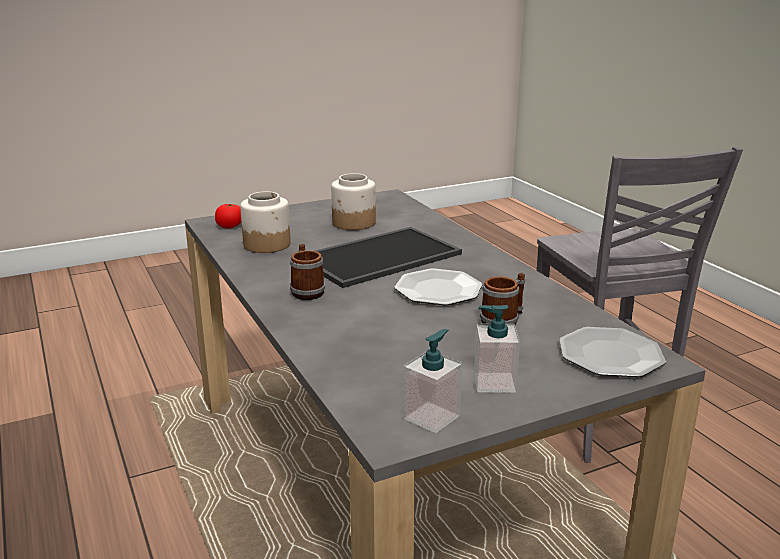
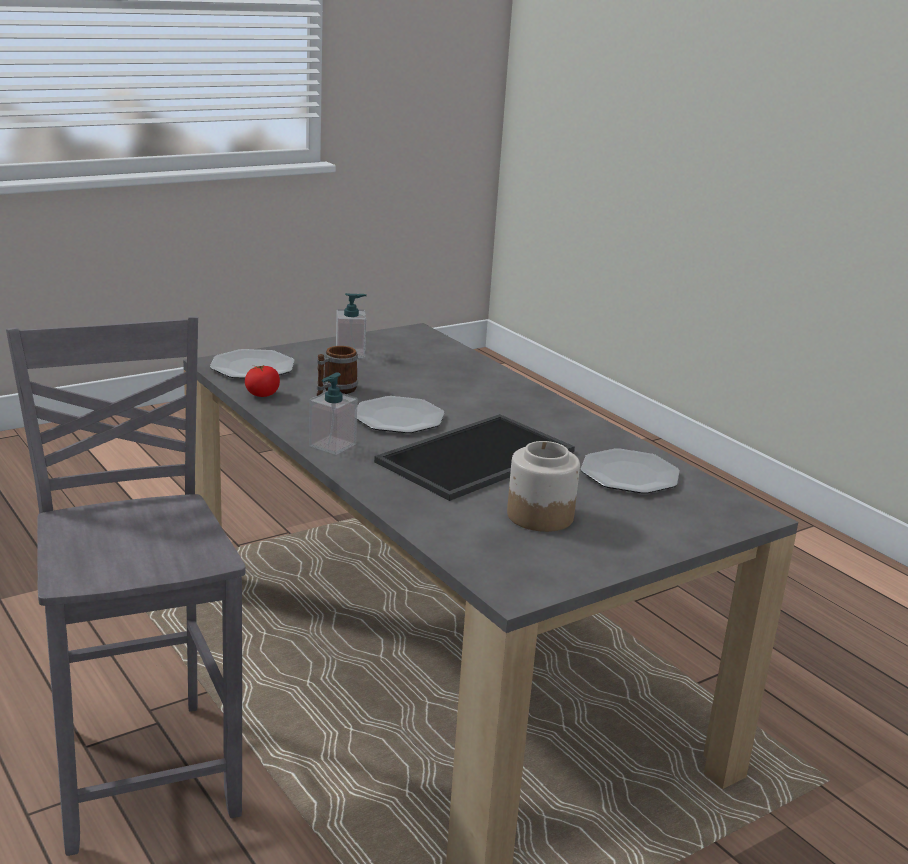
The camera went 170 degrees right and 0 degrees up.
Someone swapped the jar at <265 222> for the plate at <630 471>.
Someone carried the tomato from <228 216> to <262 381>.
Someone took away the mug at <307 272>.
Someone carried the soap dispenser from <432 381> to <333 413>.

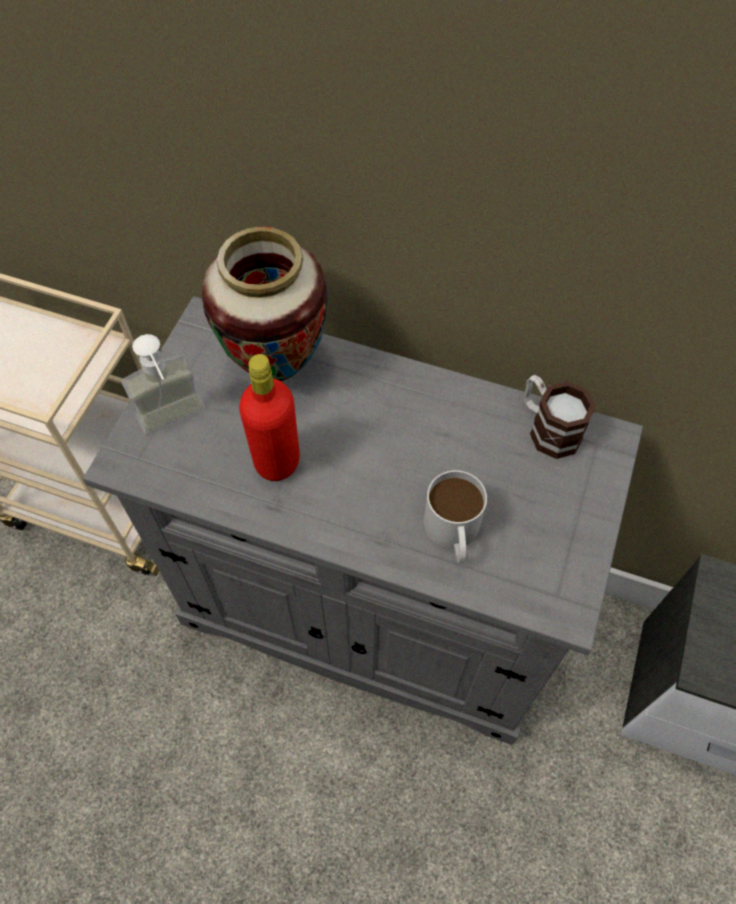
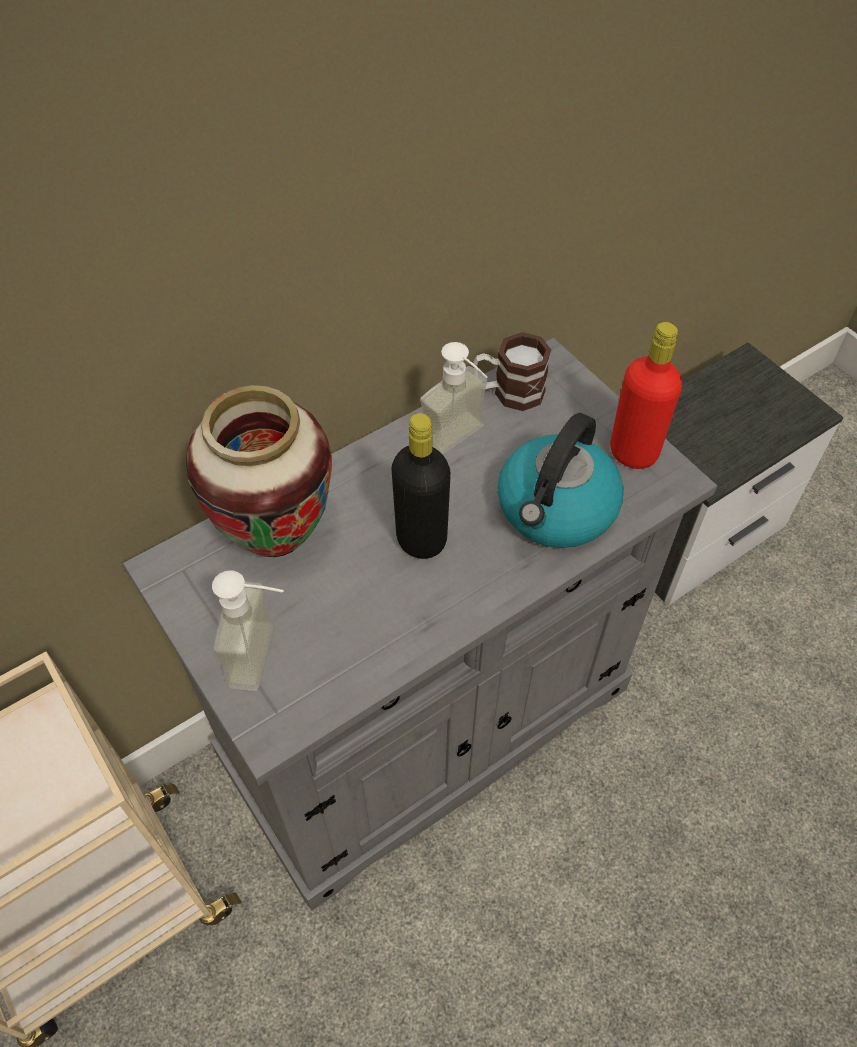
The camera went 55 degrees left and 5 degrees down.
Someone carried the reddish bottle from <269 417> to <646 395>.
Someone swapped the whitish mug at <455 516> for the tea kettle at <560 480>.
Someone put down the soap dispenser at <454 398>.
Someone put down the black bottle at <421 486>.

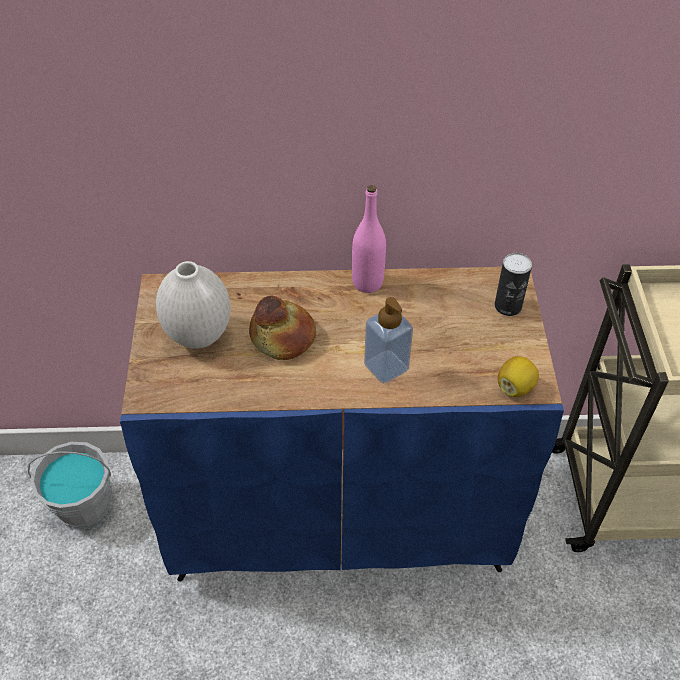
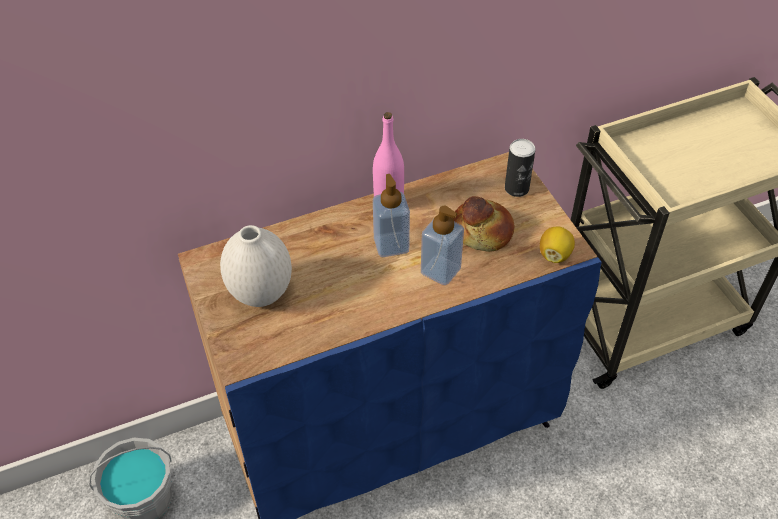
The camera went 20 degrees left and 0 degrees up.
Someone carried the bread from <282 327> to <483 224>.
Someone put down the soap dispenser at <391 215>.

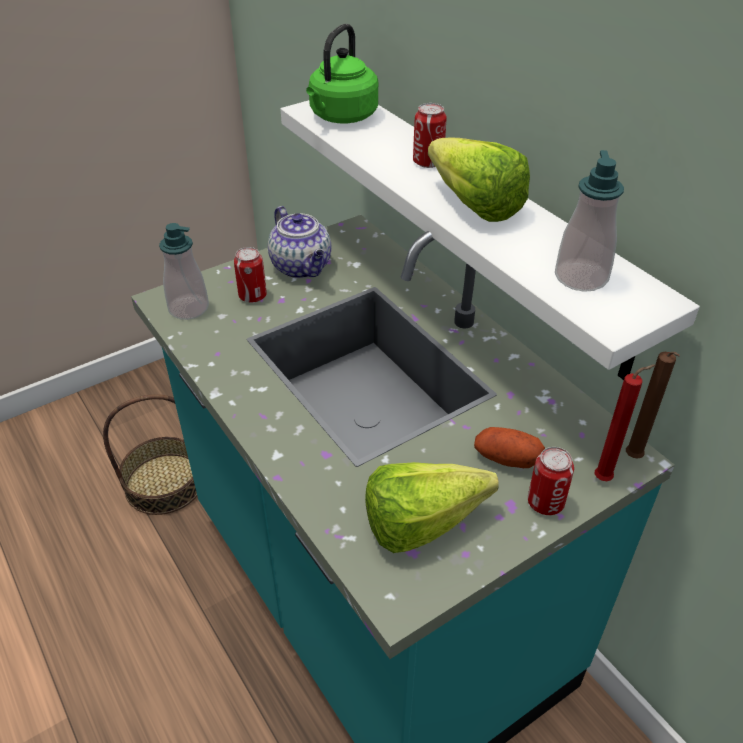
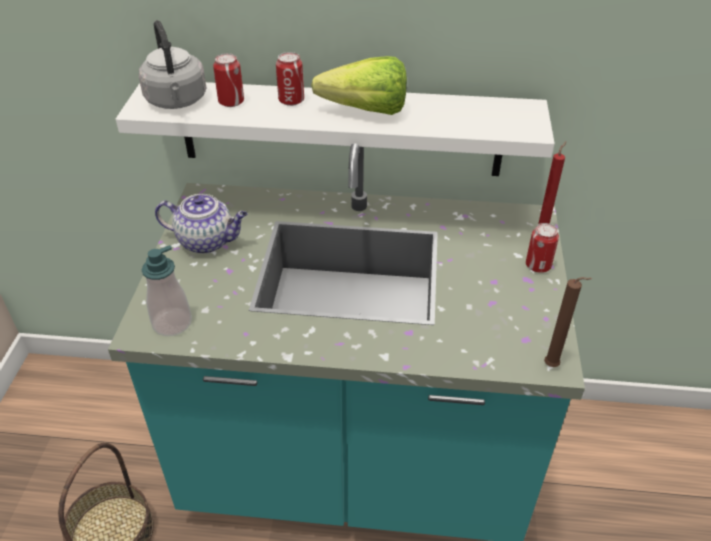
The camera went 50 degrees left and 0 degrees up.
Someone repainted the green tea kettle at <342 73>, which became the grey tea kettle at <172 64>.
Someone took away the soap dispenser at <589 221>.
Someone carried the can from <250 275> to <228 80>.
Someone carried the brown wax candle from <653 405> to <568 322>.
Someone took away the potato at <509 447>.
Someone took away the lettuce head at <432 507>.

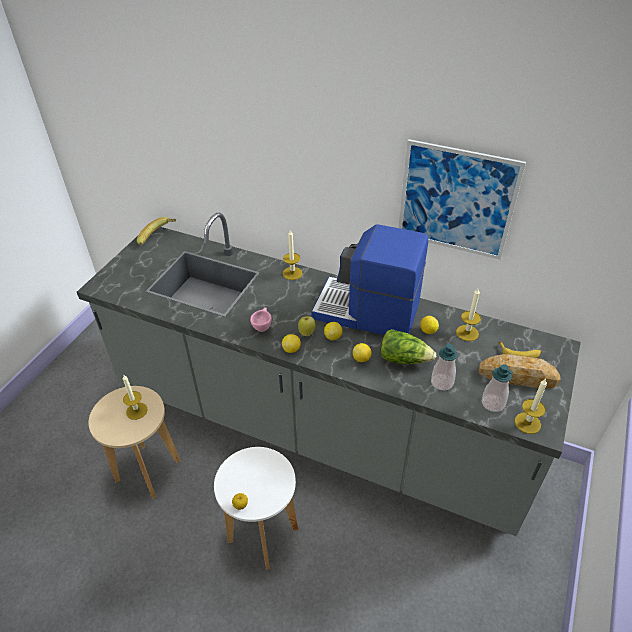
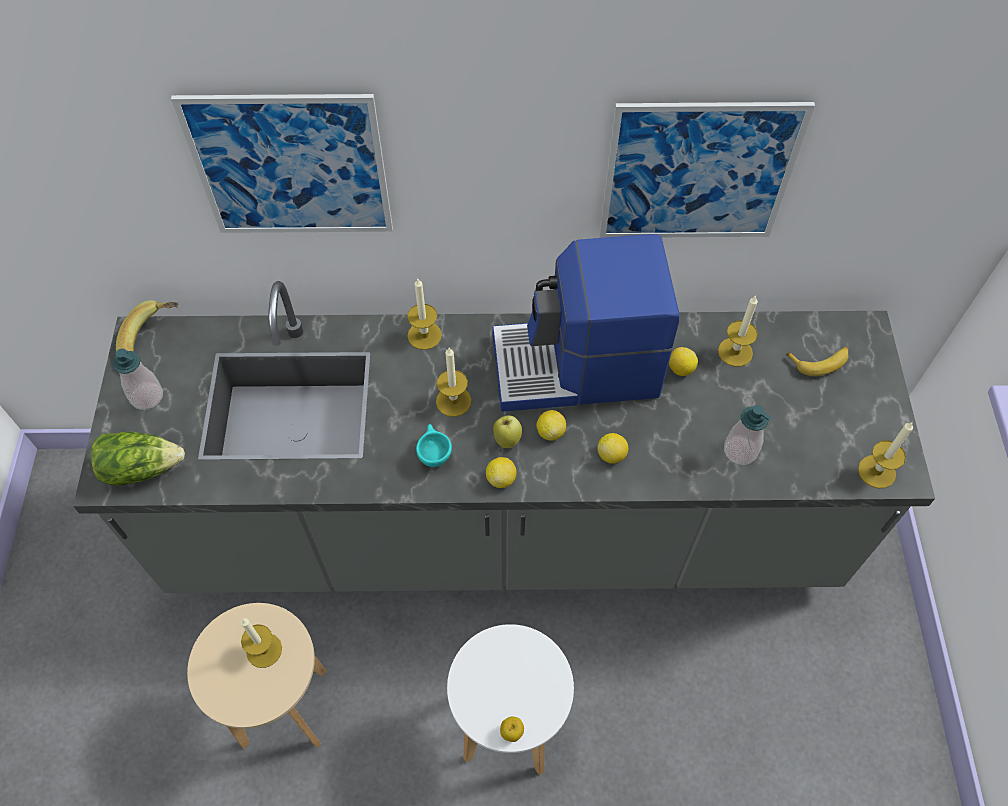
The camera went 25 degrees left and 15 degrees up.
Someone repainted the pink drinking cup at <261 319>, which became the turquoise-coloured drinking cup at <434 445>.
Someone carried the lettuce head from <408 346> to <138 458>.
Someone took away the bread at <520 371>.
Someone carried the soap dispenser from <498 388> to <138 379>.
Someone put up the picture at <282 163>.
Someone put down the wax candle at <454 382>.

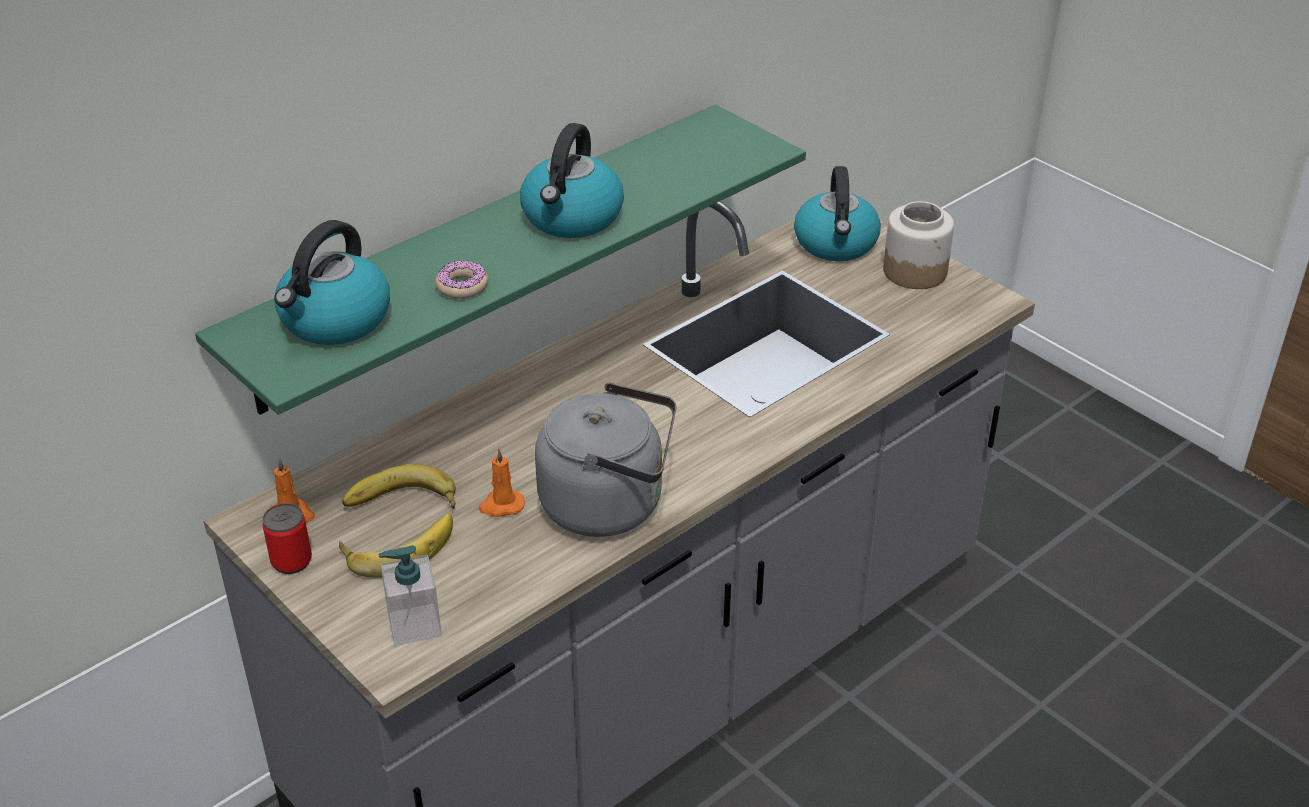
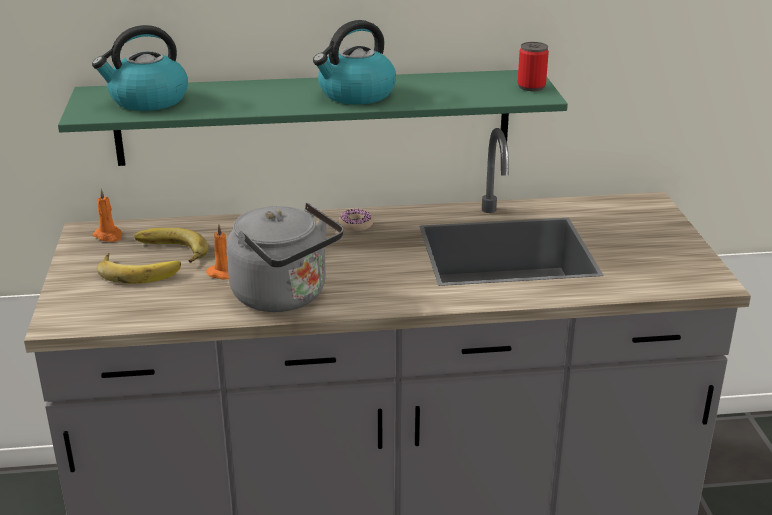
The camera went 35 degrees right and 10 degrees down.
Someone took away the tea kettle at <837 213>.
Someone took away the jar at <918 245>.
Someone carried the doughnut from <461 280> to <356 220>.
Someone carried the can from <287 538> to <533 66>.
Someone took away the soap dispenser at <410 595>.

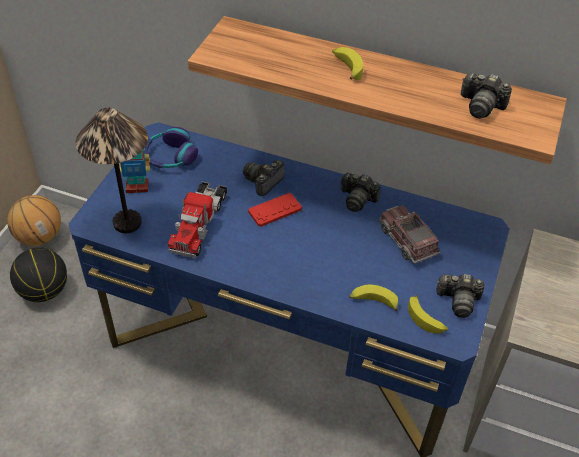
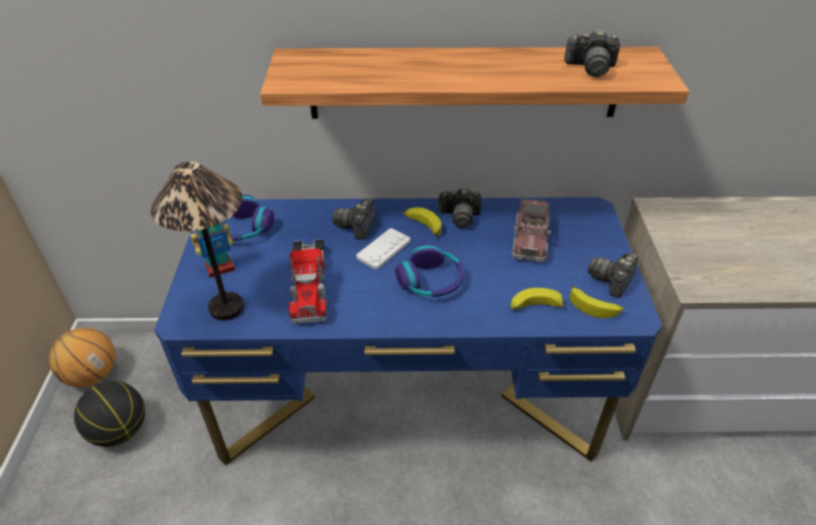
The camera went 20 degrees left and 5 degrees down.
Someone carried the whole banana from <347 63> to <422 221>.
Someone repainted the reddish game controller at <275 210>, which became the whitish game controller at <383 249>.
Someone rotated the toy truck at <409 234> by 120 degrees counterclockwise.
Someone rotated the photo camera at <460 296> by 135 degrees clockwise.
Someone put down the pair of headphones at <430 270>.

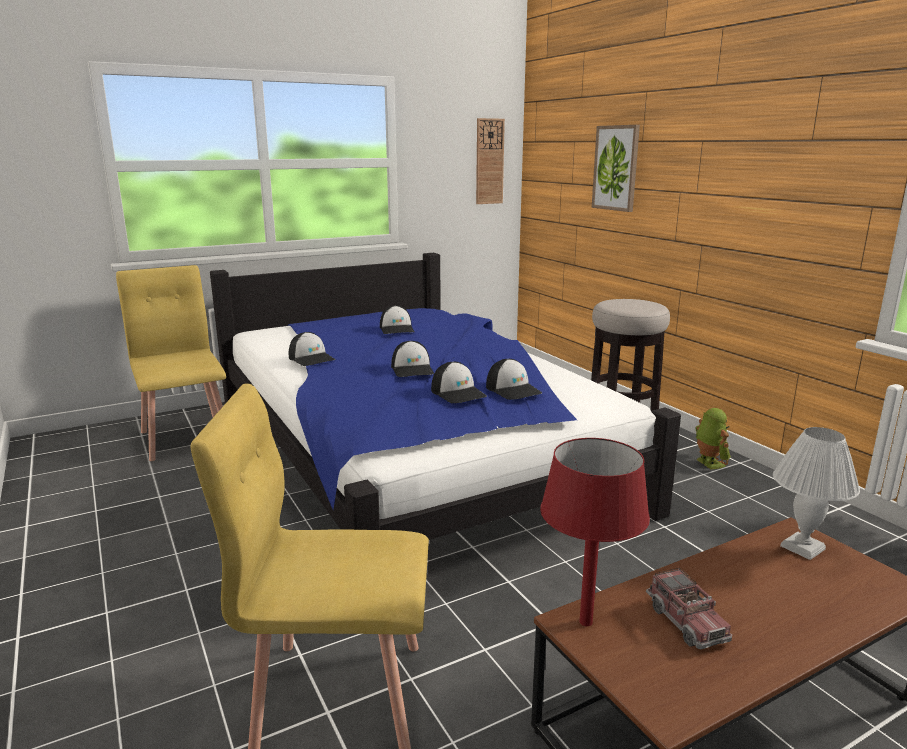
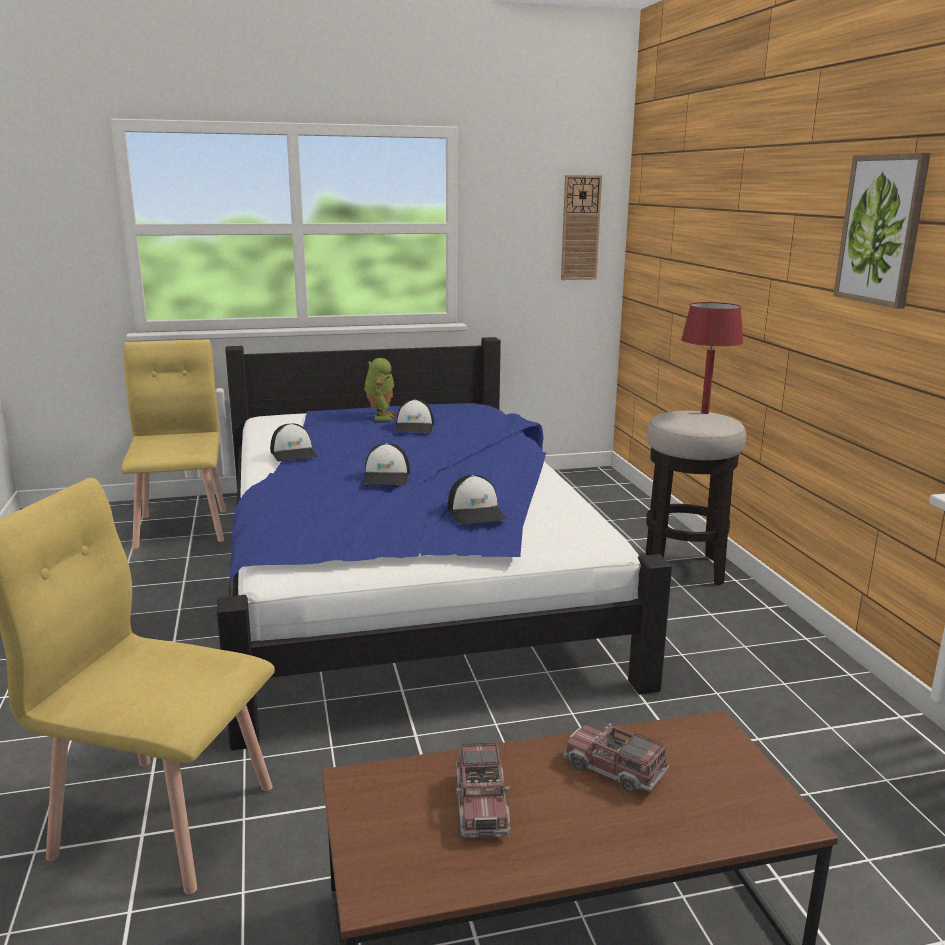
The camera went 15 degrees right and 0 degrees up.
Someone carried the picture from <616 168> to <882 231>.
Someone took away the cap at <459 382>.
Someone carried the robot figure from <713 438> to <380 389>.
Someone took away the whitish table lamp at <816 493>.
Someone carried the reddish table lamp from <595 532> to <712 358>.
Someone put down the toy truck at <616 758>.

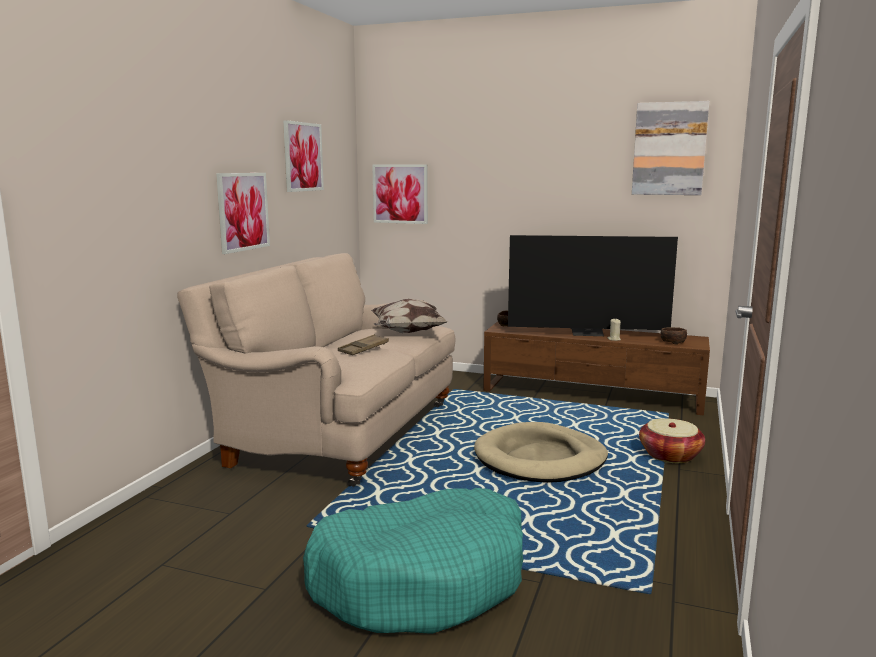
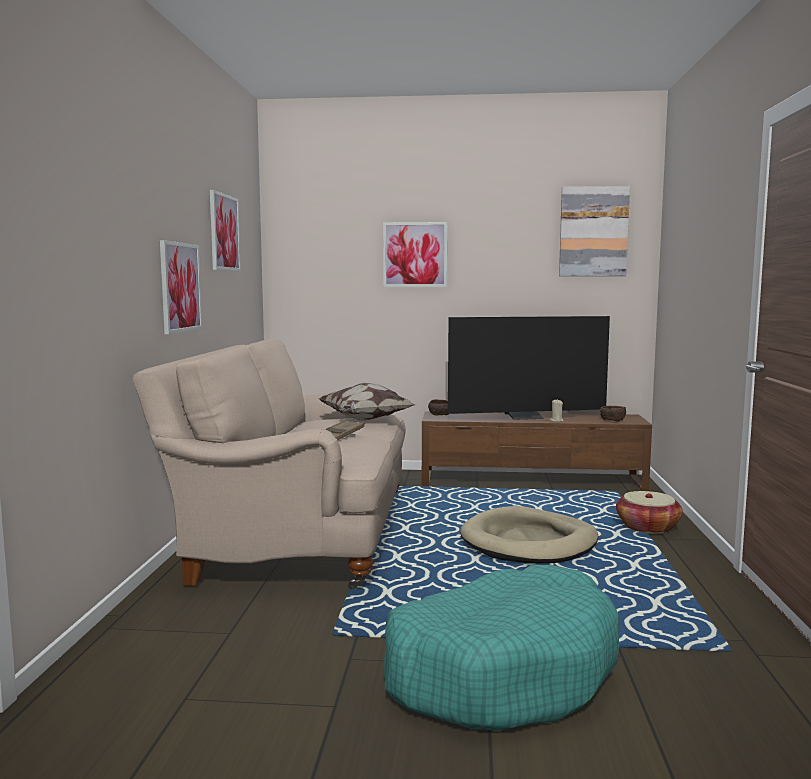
The camera went 15 degrees left and 5 degrees down.
Someone carried the picture from <400 194> to <415 254>.

